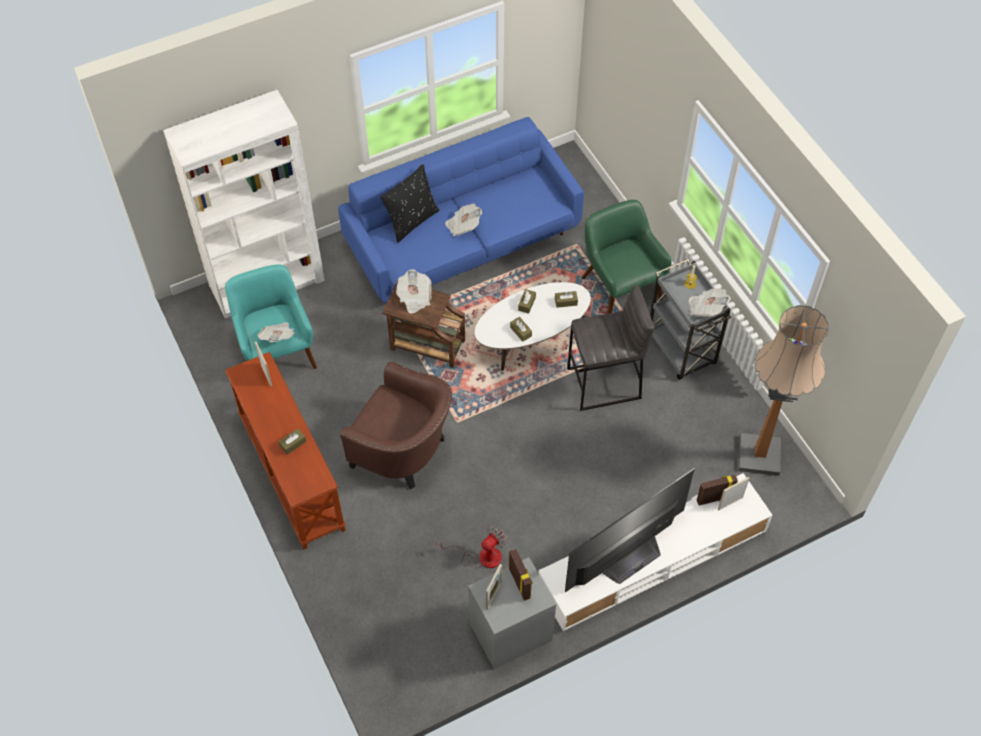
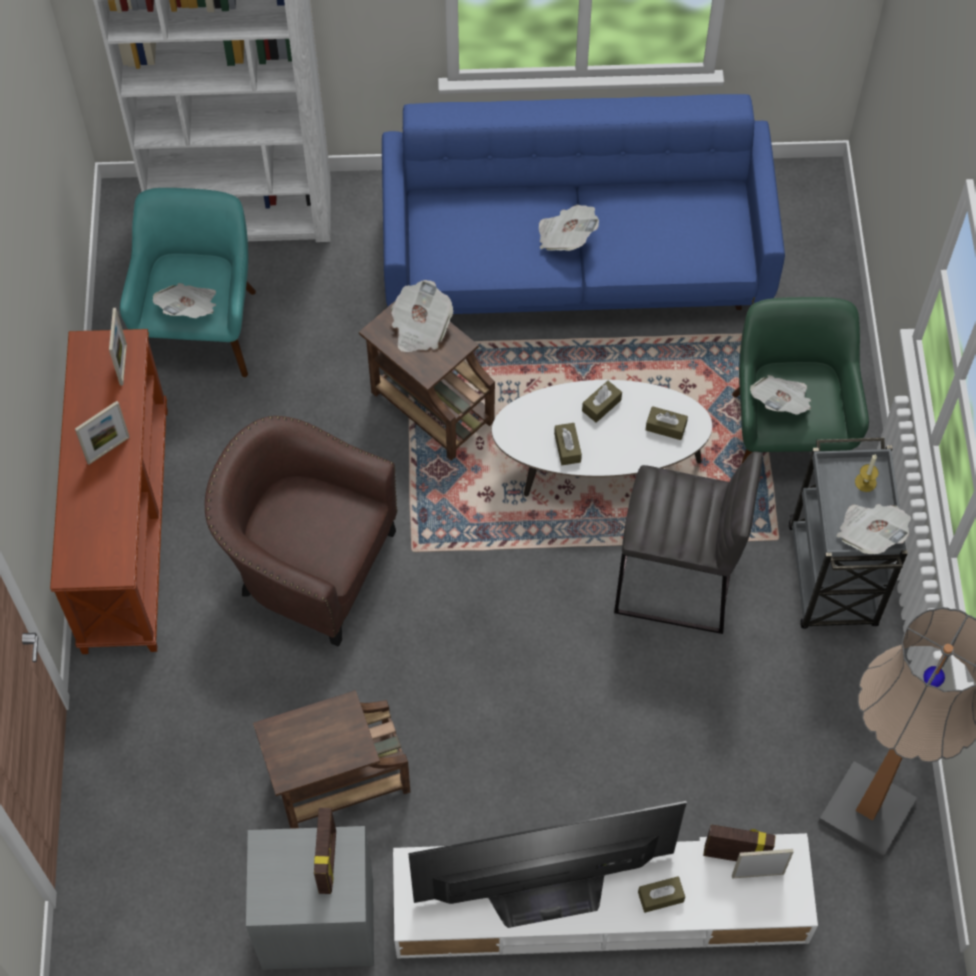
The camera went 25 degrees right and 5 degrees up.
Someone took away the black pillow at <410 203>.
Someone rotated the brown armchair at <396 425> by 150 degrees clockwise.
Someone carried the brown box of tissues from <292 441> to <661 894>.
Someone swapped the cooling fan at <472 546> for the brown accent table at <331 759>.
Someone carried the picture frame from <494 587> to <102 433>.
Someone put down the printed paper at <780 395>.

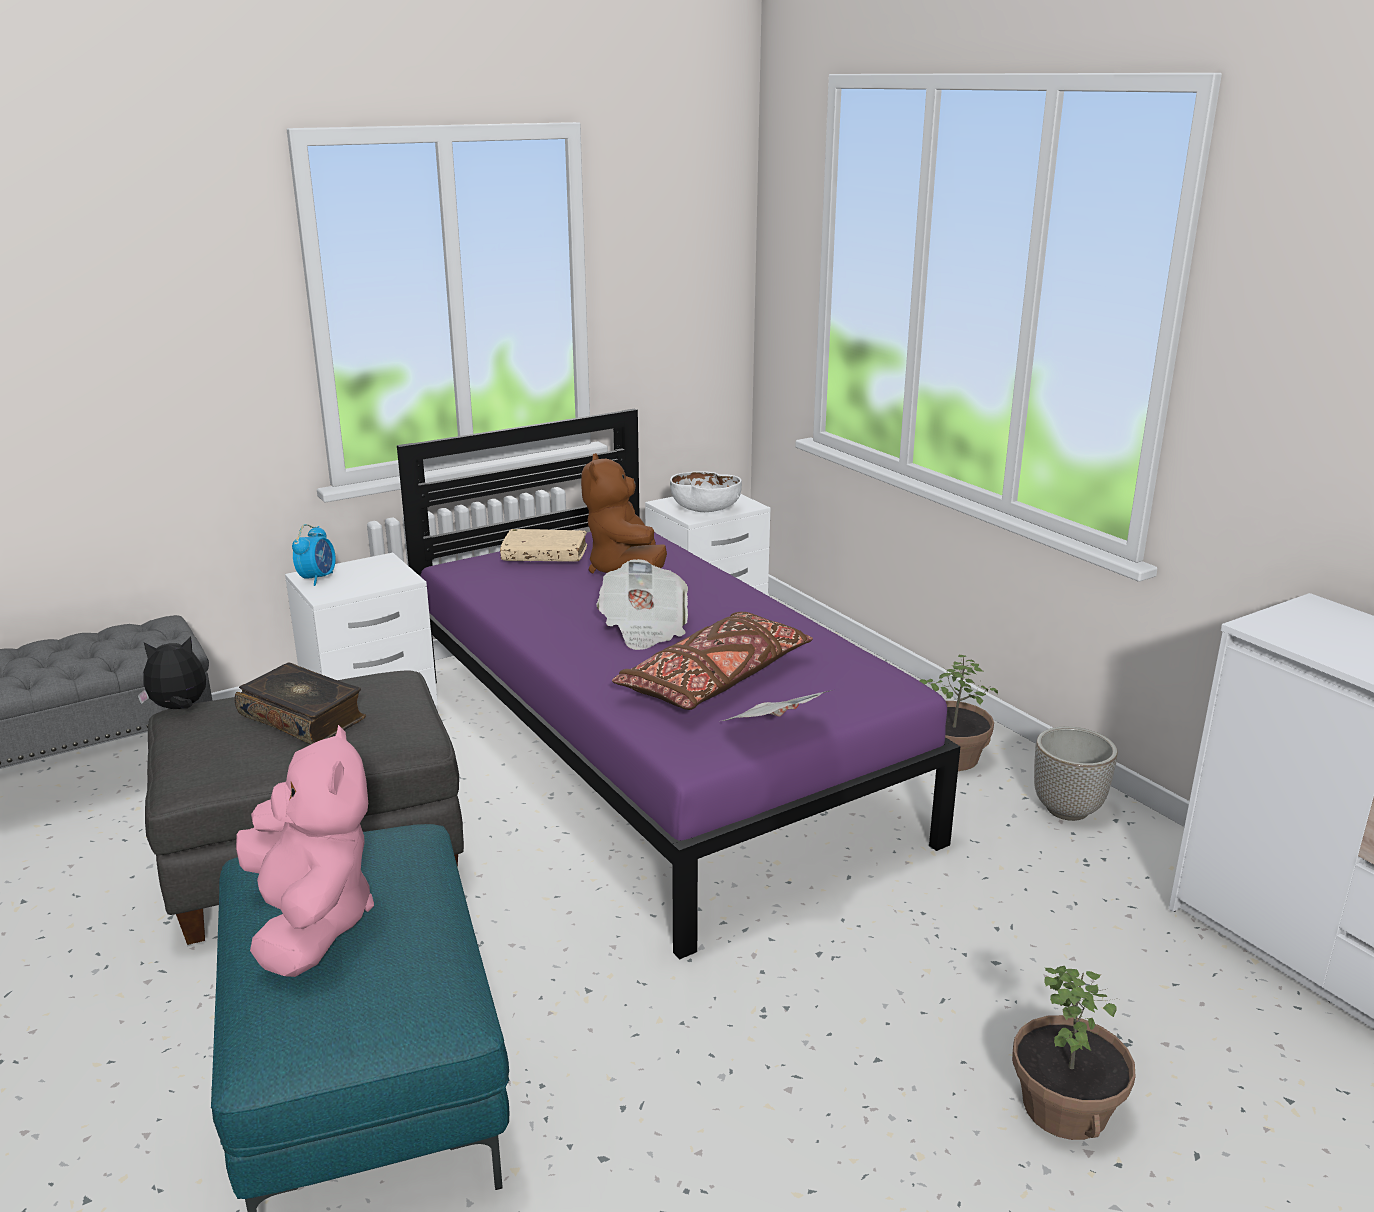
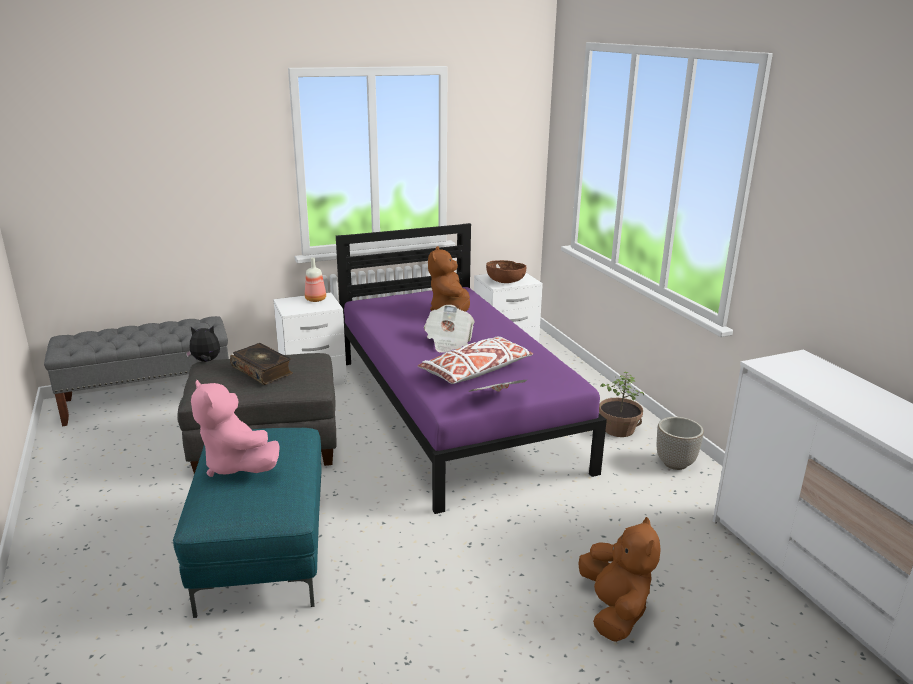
The camera went 10 degrees right and 0 degrees up.
Someone repainted the whitish serving bowl at <706 491>, which became the brown serving bowl at <506 271>.
Someone took away the table clock at <314 555>.
Someone took away the beige bound book at <543 545>.
Someone repainted the brown pillow at <712 661>, which became the whitish pillow at <475 360>.
Someone rotated the pink plush toy at <305 851> by 150 degrees clockwise.
Someone swapped the potted plant at <1073 1053> for the brown plush toy at <619 579>.
Someone put down the bottle at <315 280>.

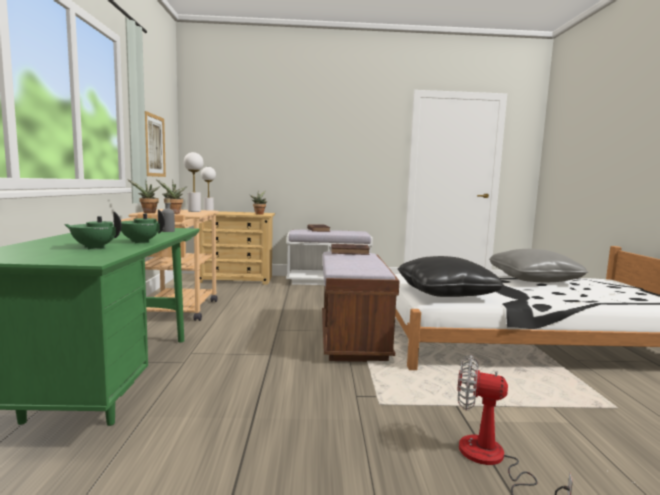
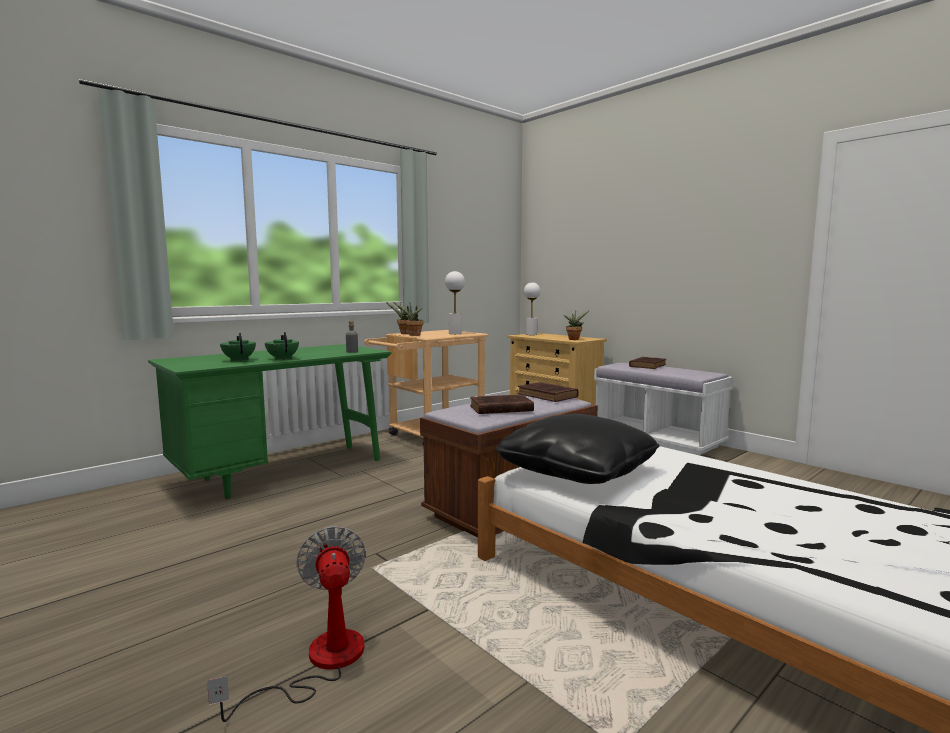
The camera went 50 degrees right and 0 degrees up.
Someone took away the picture at <155 144>.
Someone took away the grey pillow at <538 265>.
Someone put down the brown bound book at <502 404>.

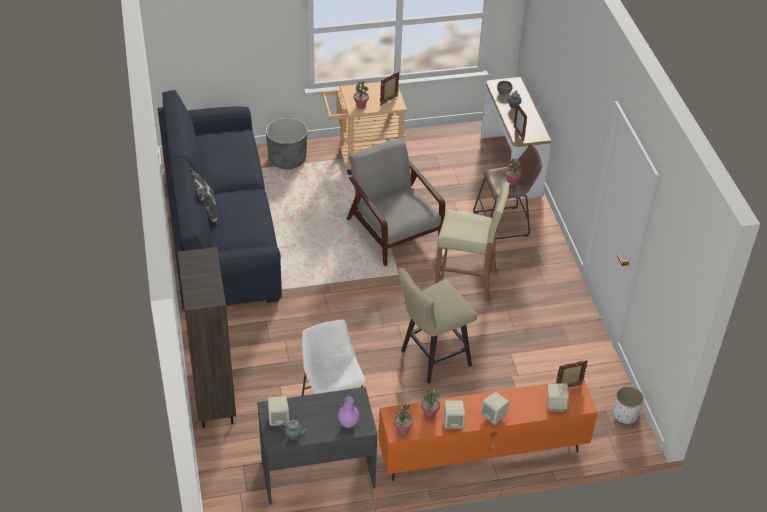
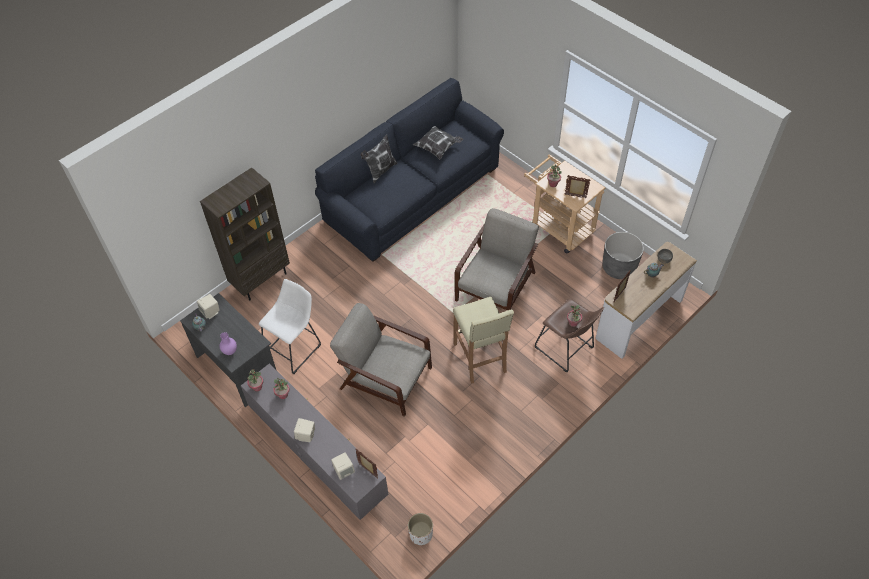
The camera went 60 degrees right and 10 degrees up.
Someone carried the grey planter from <286 143> to <623 255>.
Someone swapped the beige sitting stool at <437 326> for the grey armchair at <381 360>.
Someone repainted the orange-coloured tv unit at <488 430>, which became the grey tv unit at <314 441>.
Someone took away the beige loudspeaker at <454 414>.
Someone put down the pillow at <437 142>.

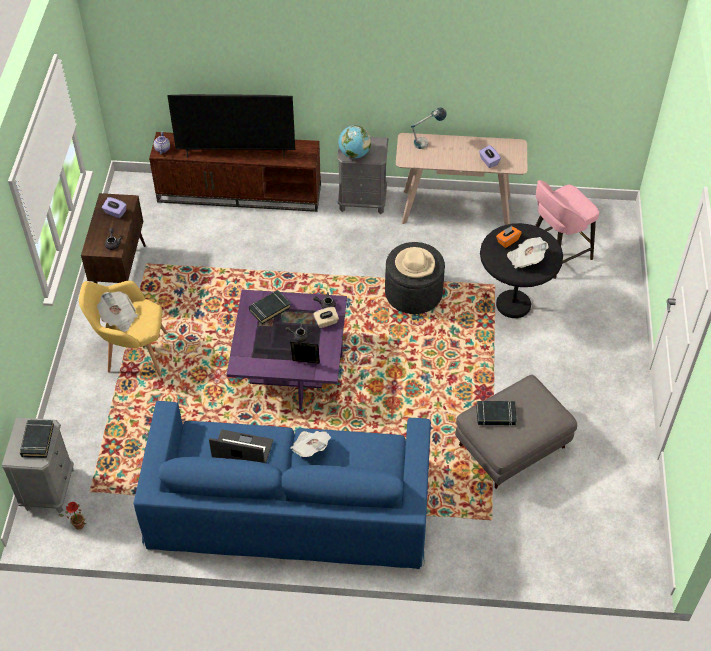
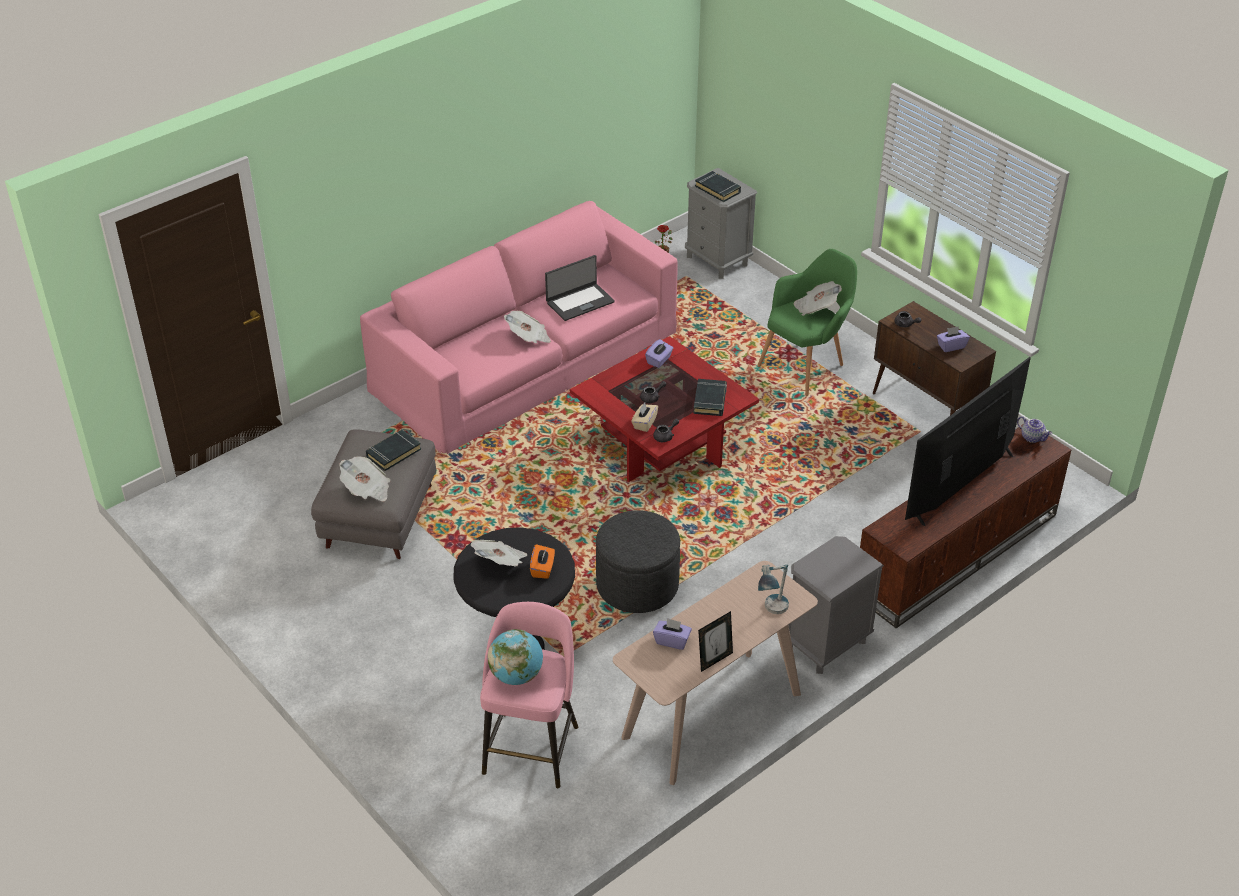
The camera went 135 degrees right and 10 degrees down.
Someone carried the desk globe from <354 142> to <515 657>.
Someone took away the beige wearable hat at <415 262>.
Someone repainted the yellow-coloured armchair at <123 328>, which became the green armchair at <807 322>.
Someone repainted the purple-coloured coffee table at <286 349>, which became the reddish coffee table at <664 409>.
Someone carried the picture frame from <305 353> to <715 641>.
Someone repainted the blue settee at <282 485>, which became the pink settee at <519 327>.
Someone put down the purple-coloured box of tissues at <659 353>.
Someone put down the printed paper at <364 478>.

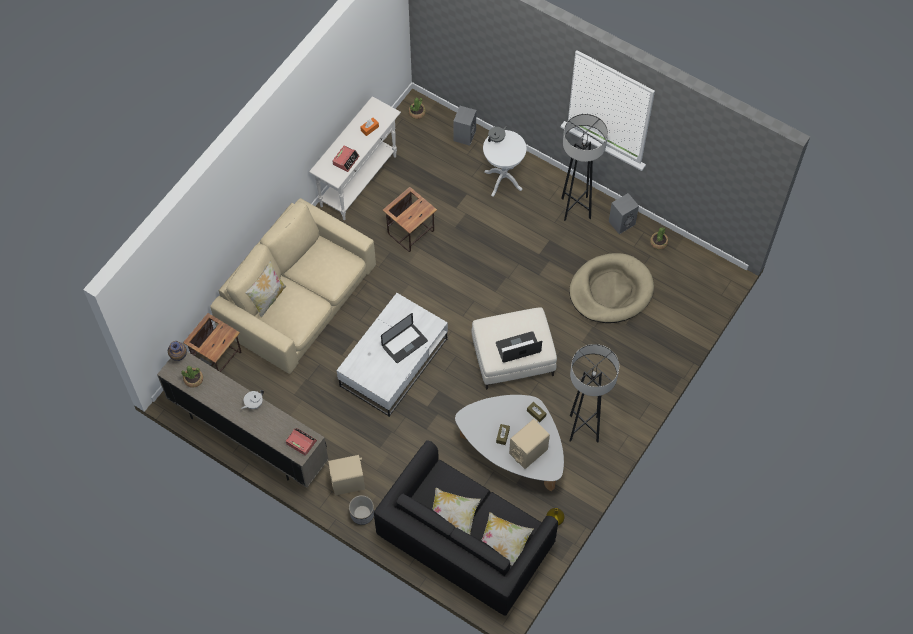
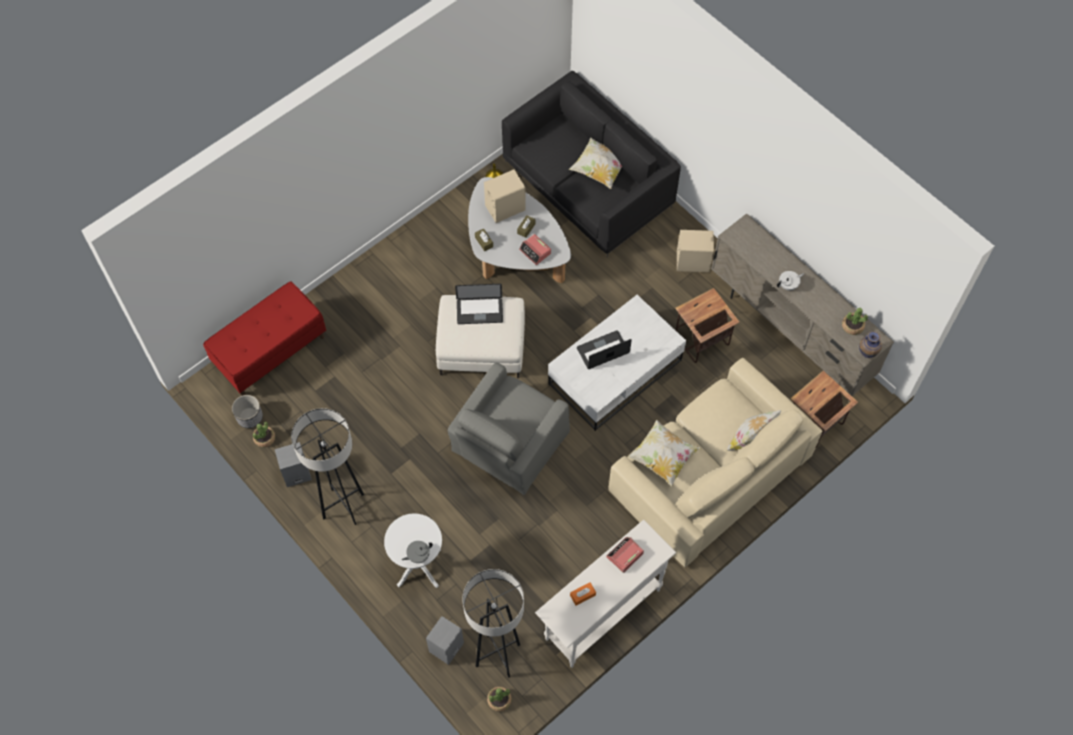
The camera went 165 degrees left and 0 degrees up.
Someone carried the accent table from <410 219> to <707 325>.
Someone took away the beige dog cushion at <612 288>.
Someone carried the grey floor lamp from <594 393> to <493 623>.
Someone carried the table clock from <301 442> to <535 249>.
Someone carried the planter from <361 510> to <247 411>.
Someone carried the pillow from <507 539> to <664 453>.
Someone put down the reddish bench at <264 338>.
Someone put down the grey armchair at <509 429>.

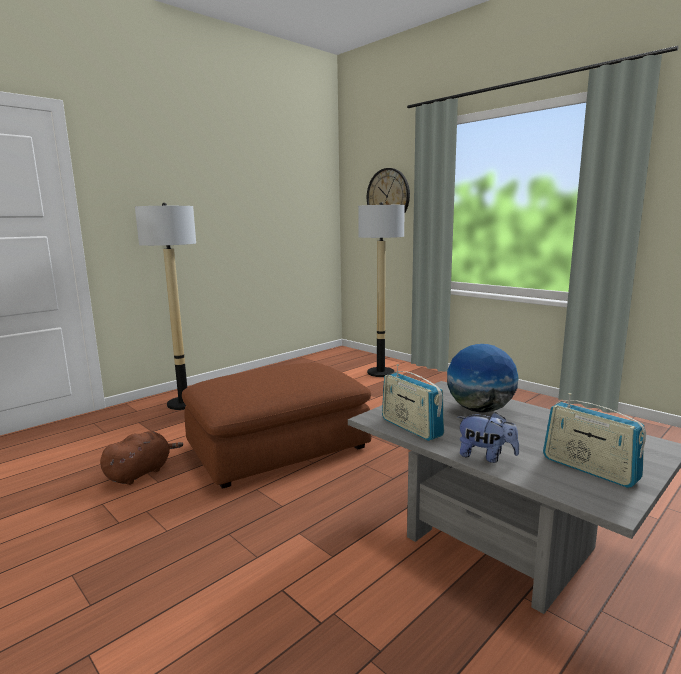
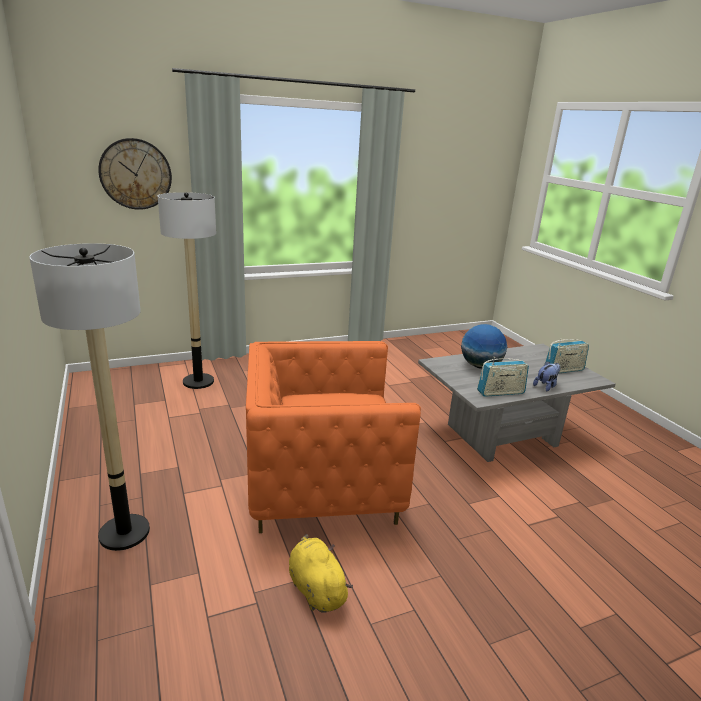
The camera went 70 degrees left and 10 degrees up.
Someone swapped the brown pouffe at <277 425> for the orange-coloured armchair at <333 437>.
Someone repainted the brown plush toy at <141 458>, which became the yellow-coloured plush toy at <321 573>.

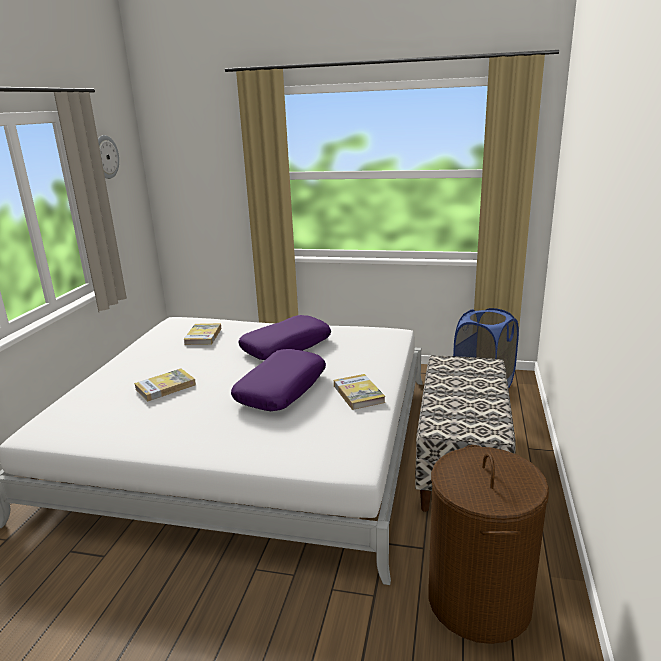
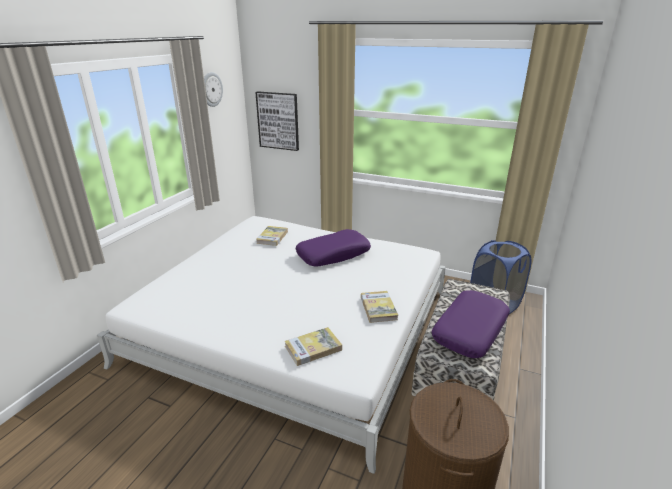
The camera went 10 degrees right and 5 degrees up.
Someone carried the purple-coloured pillow from <278 380> to <471 324>.
Someone carried the bound book from <165 384> to <313 346>.
Someone put up the picture at <277 121>.

